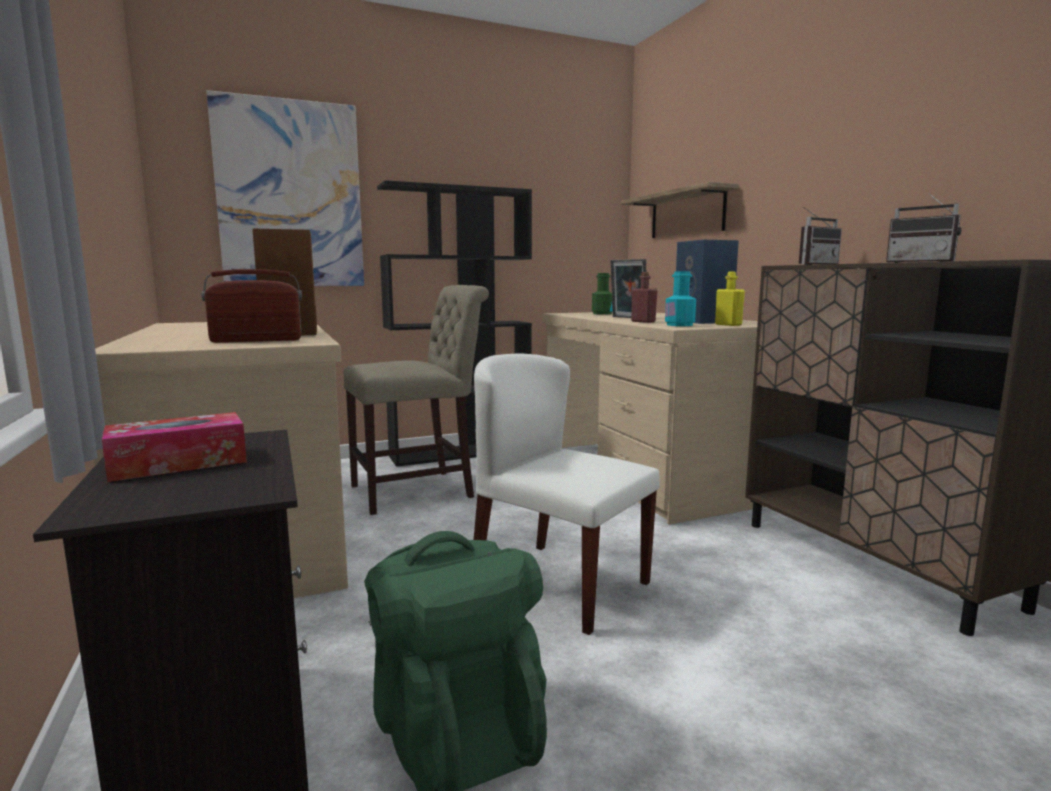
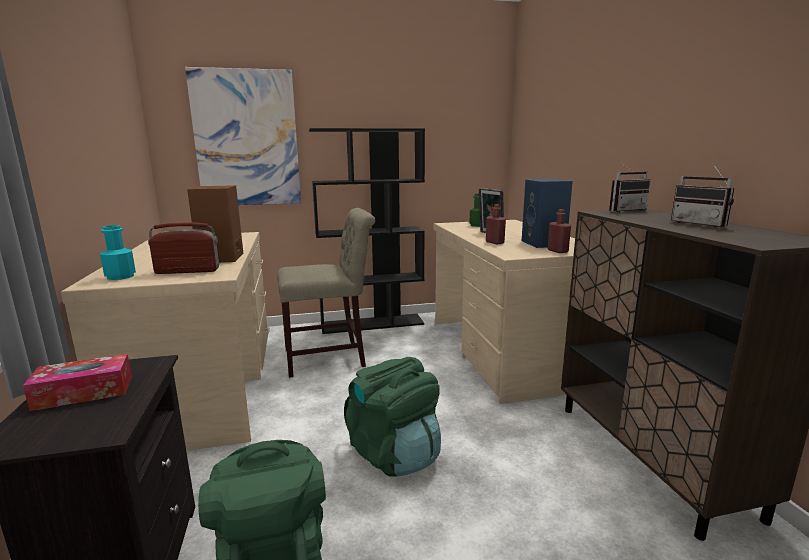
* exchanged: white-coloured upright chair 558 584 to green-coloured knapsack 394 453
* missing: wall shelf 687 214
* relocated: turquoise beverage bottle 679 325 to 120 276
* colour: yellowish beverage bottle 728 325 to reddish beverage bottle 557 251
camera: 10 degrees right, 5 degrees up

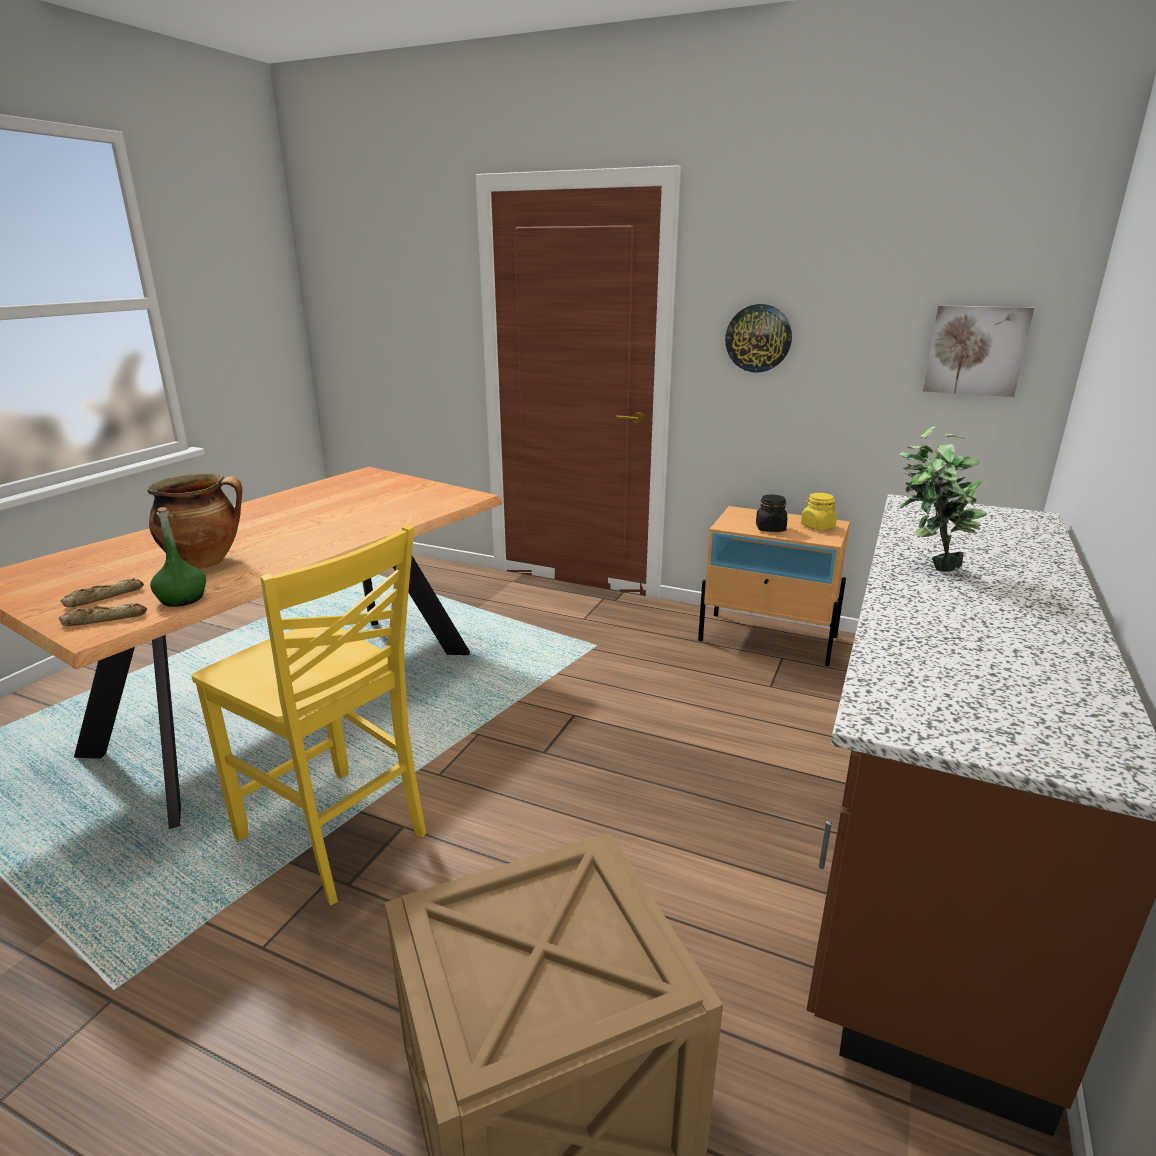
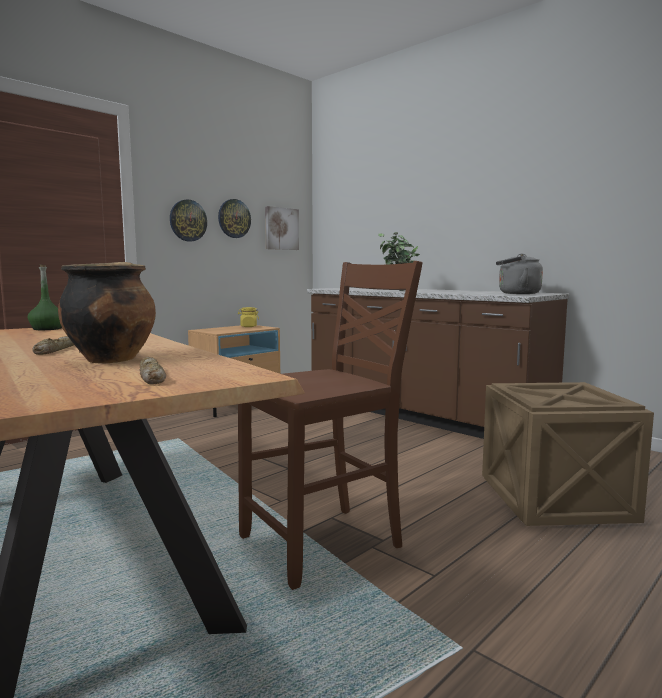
* relocated: bakery bread 105 619 to 55 350
* relocated: green-coloured beverage bottle 182 599 to 47 329
* colour: yellowish upright chair 335 836 to brown upright chair 325 543
* missing: blackish preserve jar 770 528
* appeared: wall clock 234 218
* appeared: greyish water kettle 516 293
camera: 70 degrees left, 15 degrees down

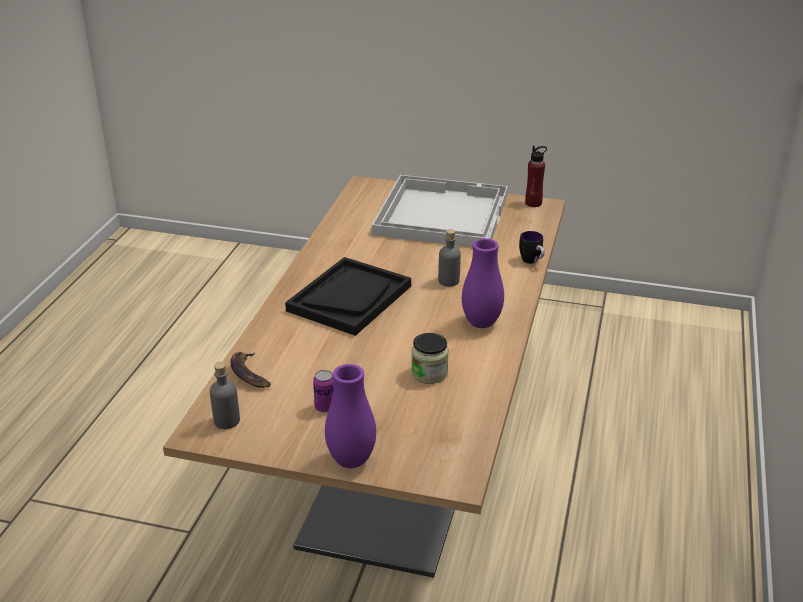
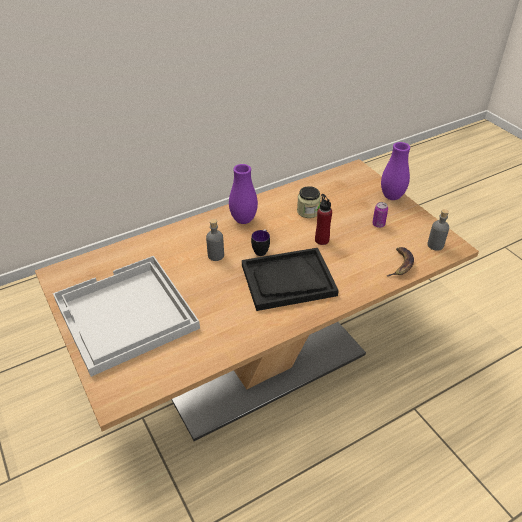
* relocated: coffee mug 532 262 to 261 250
* relocated: reddish beverage bottle 533 203 to 322 240
camera: 135 degrees left, 10 degrees up

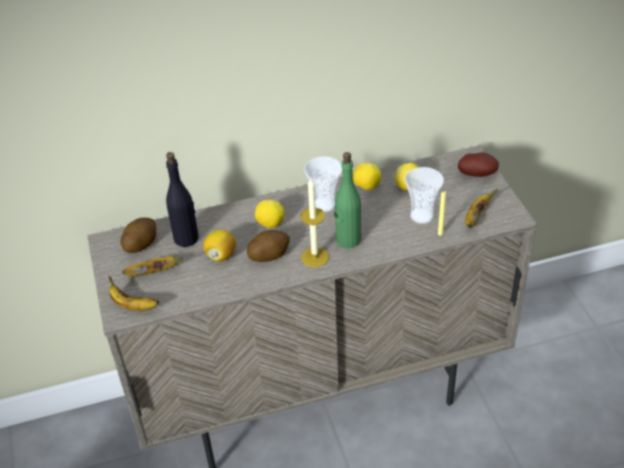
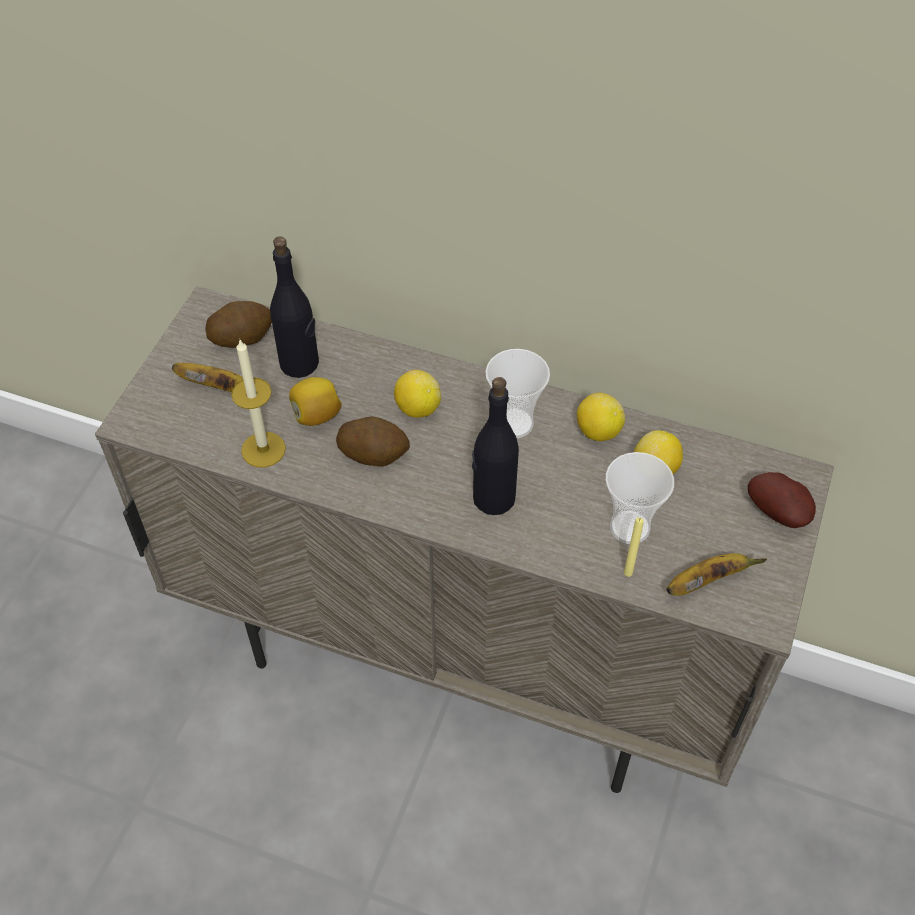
* missing: whole banana 132 305
* relocated: wax candle 315 257 to 263 449
* colour: green-coloured beverage bottle 348 240 to blackish beverage bottle 493 498
camera: 35 degrees right, 10 degrees up

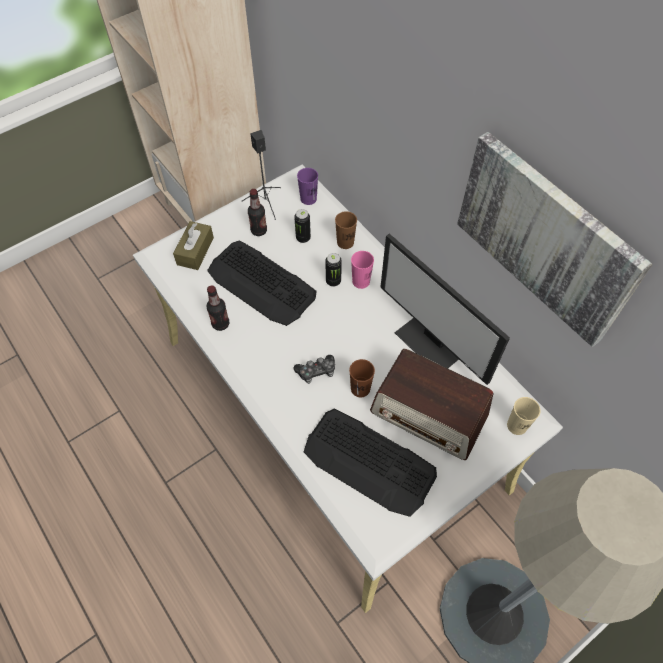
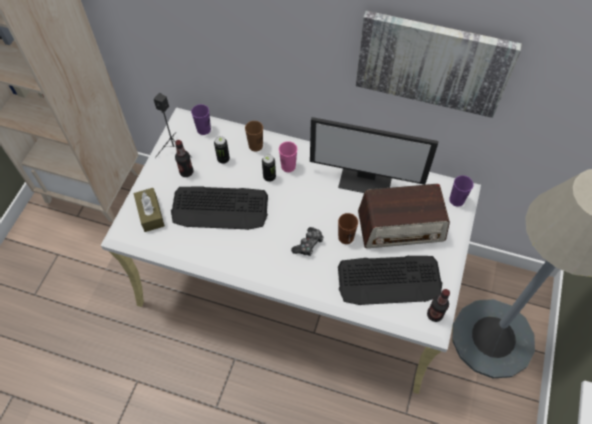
* relocated: beverage bottle 220 324 to 434 315
* colour: sand-coloured cup 517 425 to purplish cup 456 200
camera: 35 degrees left, 0 degrees up

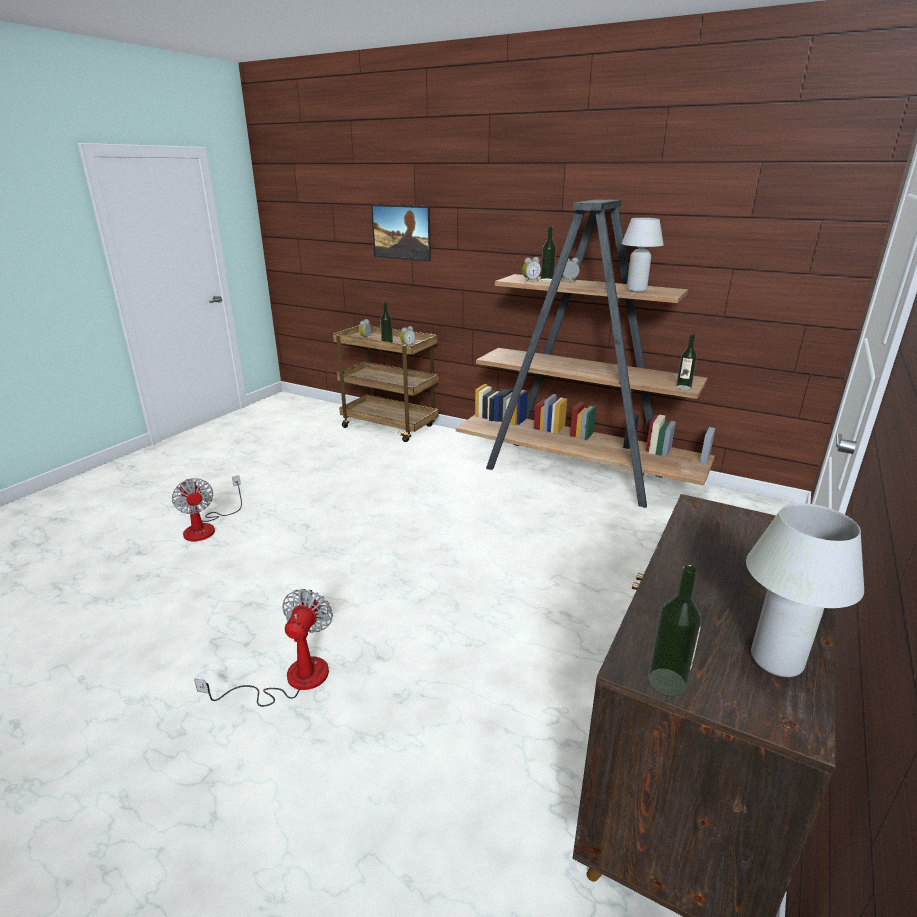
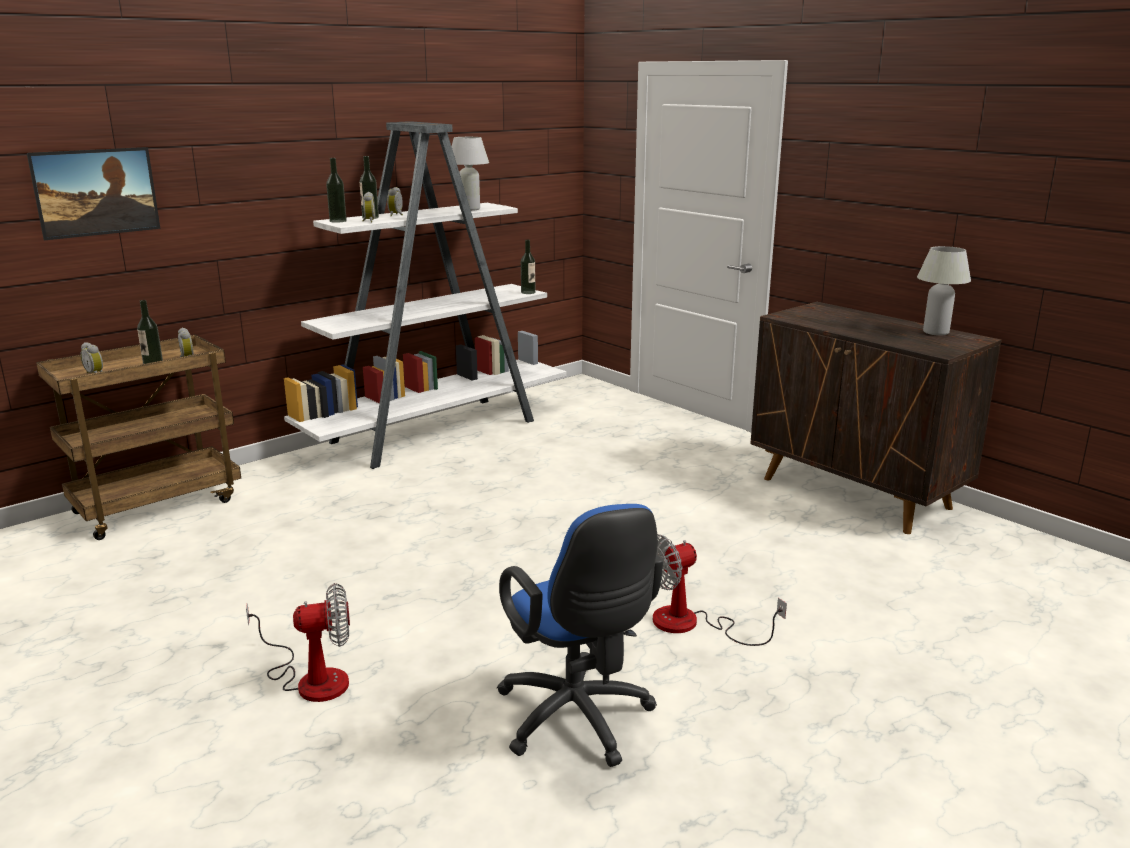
* spun: electric fan 291 679 = 691 624 60 degrees counterclockwise
* colour: brown shelving unit 576 473 to white-coloured shelving unit 437 431
* relocated: beverage bottle 667 682 to 338 221
* appeared: bluish office chair 578 721
camera: 70 degrees left, 5 degrees down

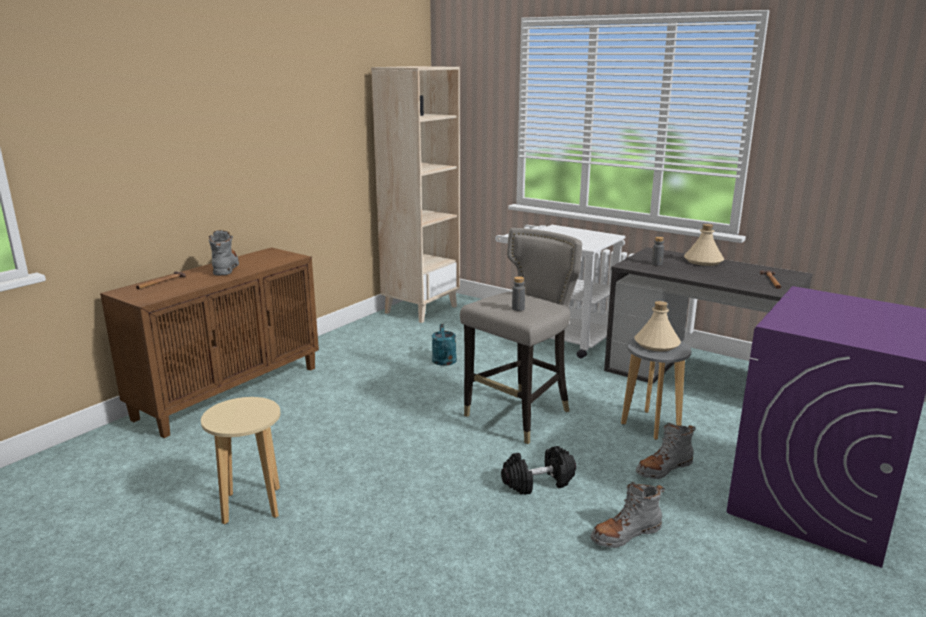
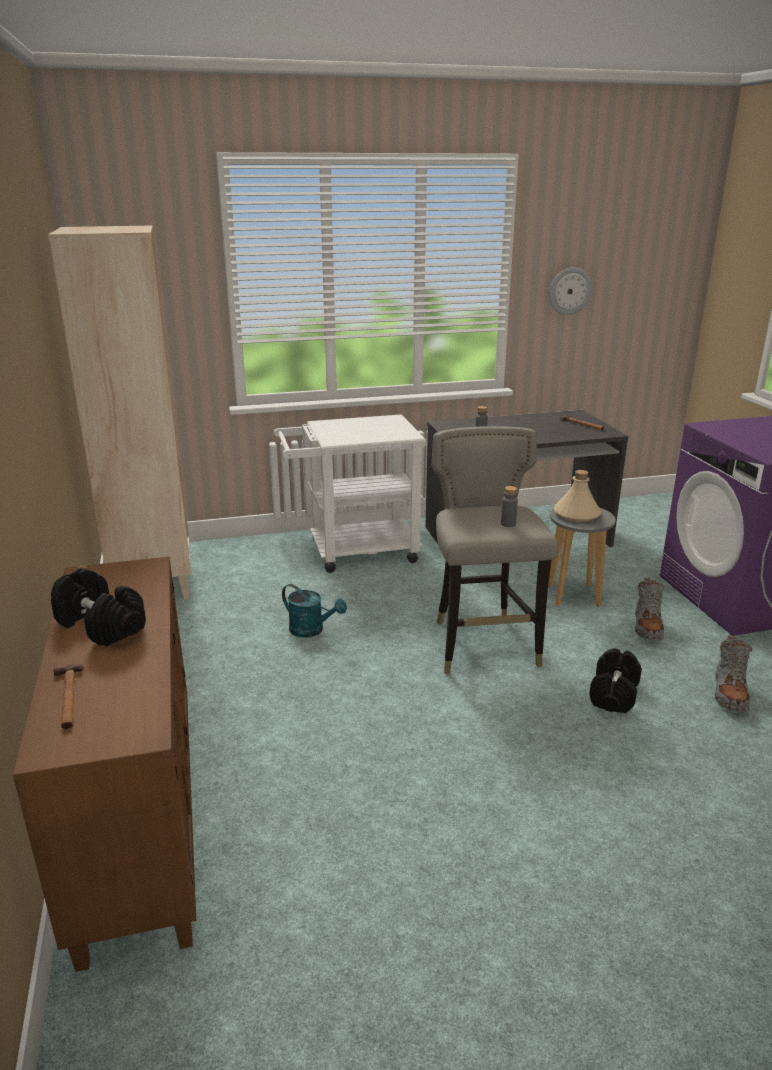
* missing: sand-coloured stool 252 505
* exchanged: greyish tall boot 225 268 to blackish free weight 100 626
* missing: sand-coloured beverage bottle 703 261
* appeared: wall clock 569 291
camera: 50 degrees left, 5 degrees up

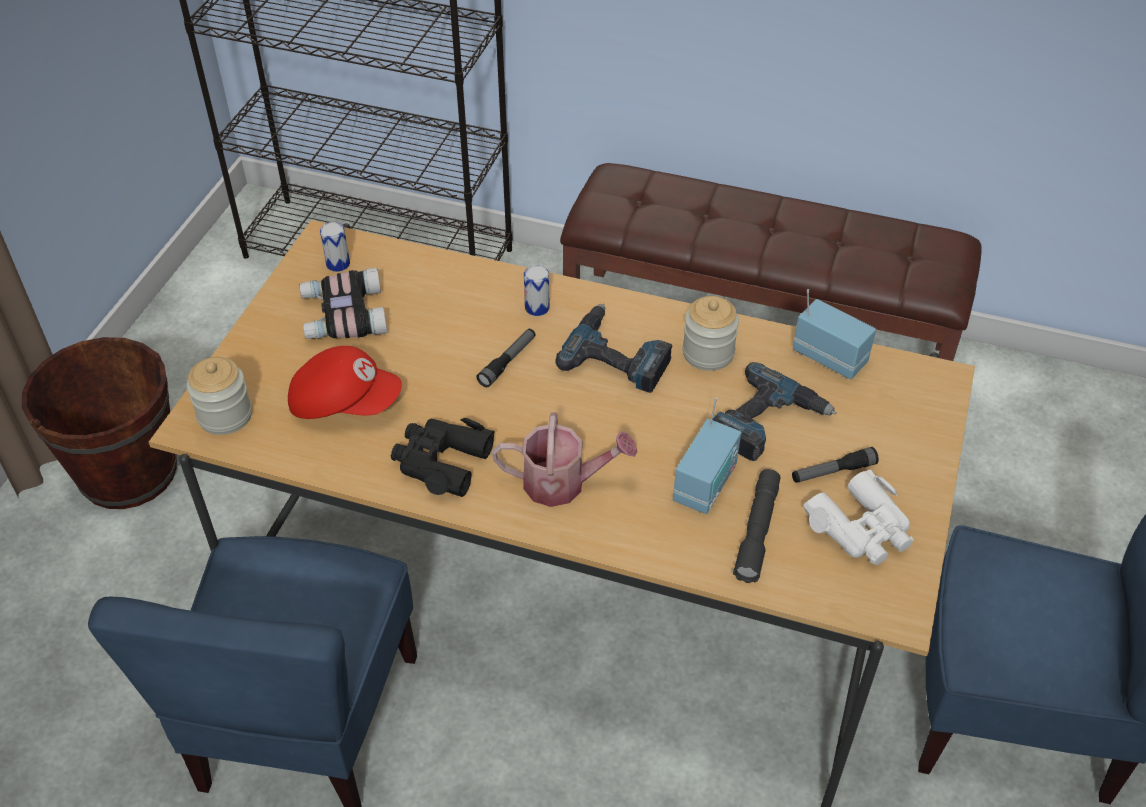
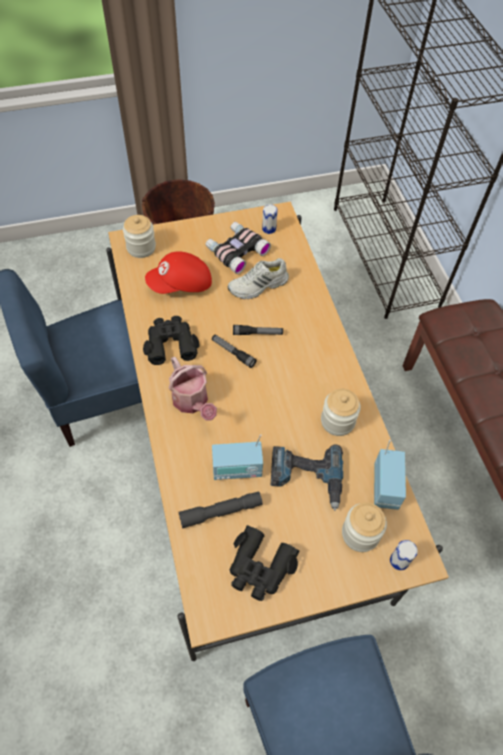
* spun: reddish cap 345 402 = 181 285 90 degrees clockwise
* relocated: can 537 308 to 399 560
* missing: electric drill 618 355
* relocated: hand torch 833 472 to 233 353
* colour: white-coloured binoculars 861 528 to blackish binoculars 260 567
* appeared: white-coloured low shoe 258 286
* appeared: preserve jar 360 534
camera: 55 degrees right, 10 degrees up

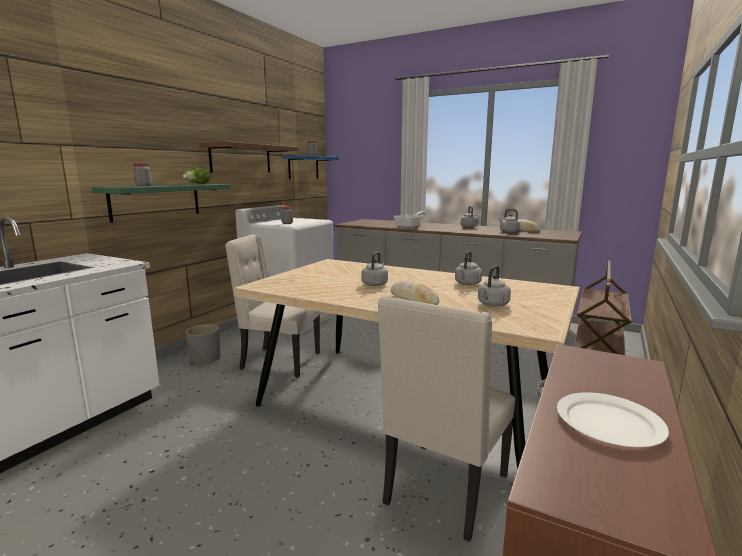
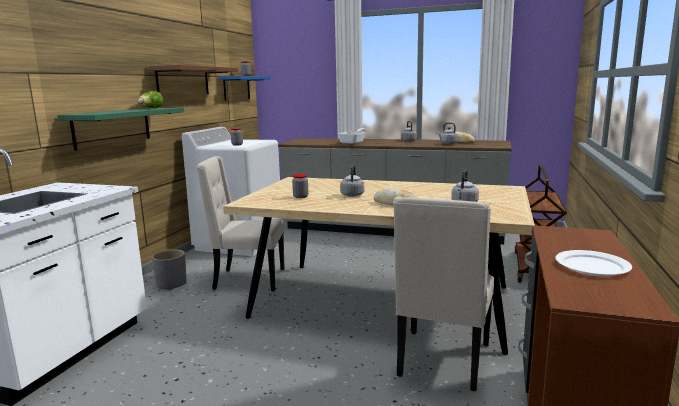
* relocated: preserve jar 143 186 to 300 197
* missing: greyish water kettle 467 284
camera: 10 degrees left, 0 degrees up

